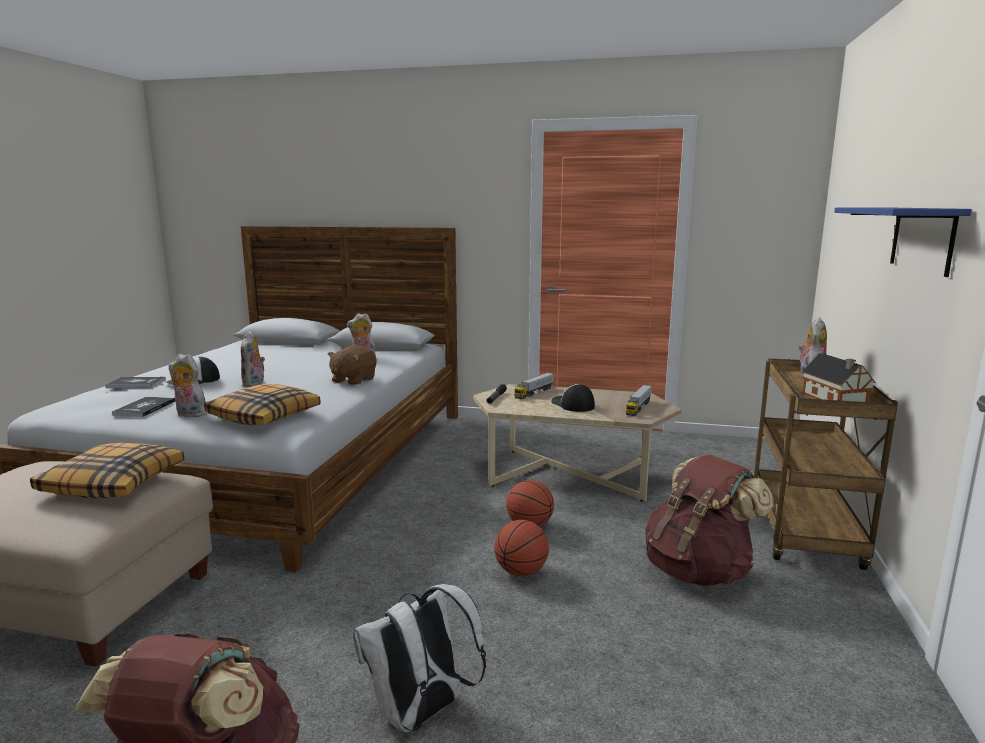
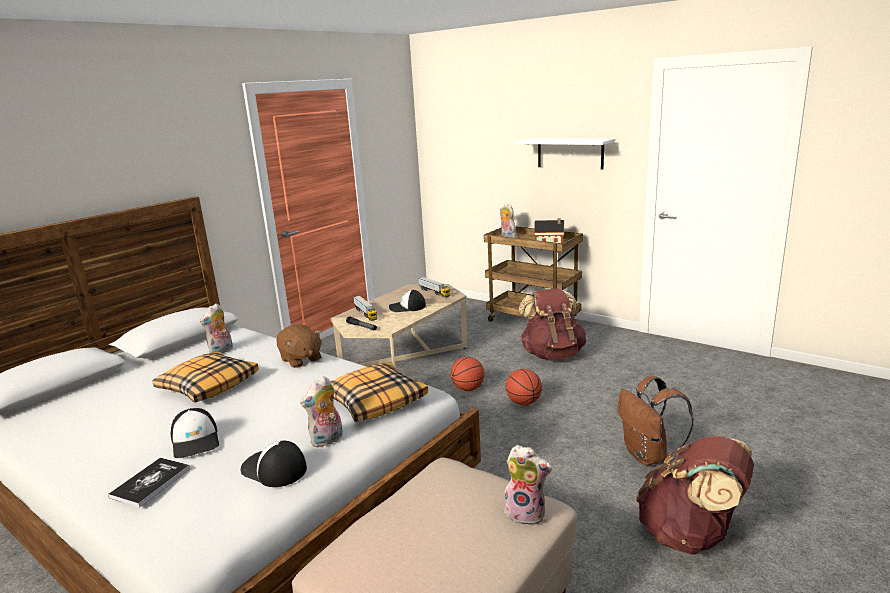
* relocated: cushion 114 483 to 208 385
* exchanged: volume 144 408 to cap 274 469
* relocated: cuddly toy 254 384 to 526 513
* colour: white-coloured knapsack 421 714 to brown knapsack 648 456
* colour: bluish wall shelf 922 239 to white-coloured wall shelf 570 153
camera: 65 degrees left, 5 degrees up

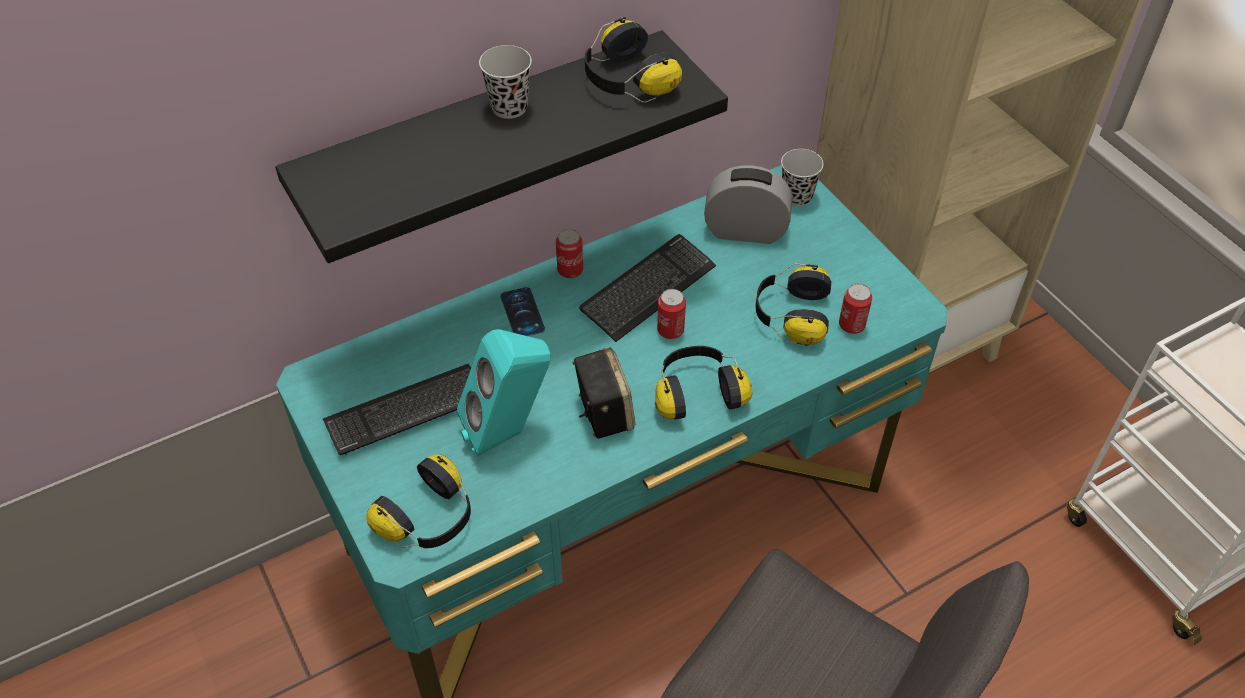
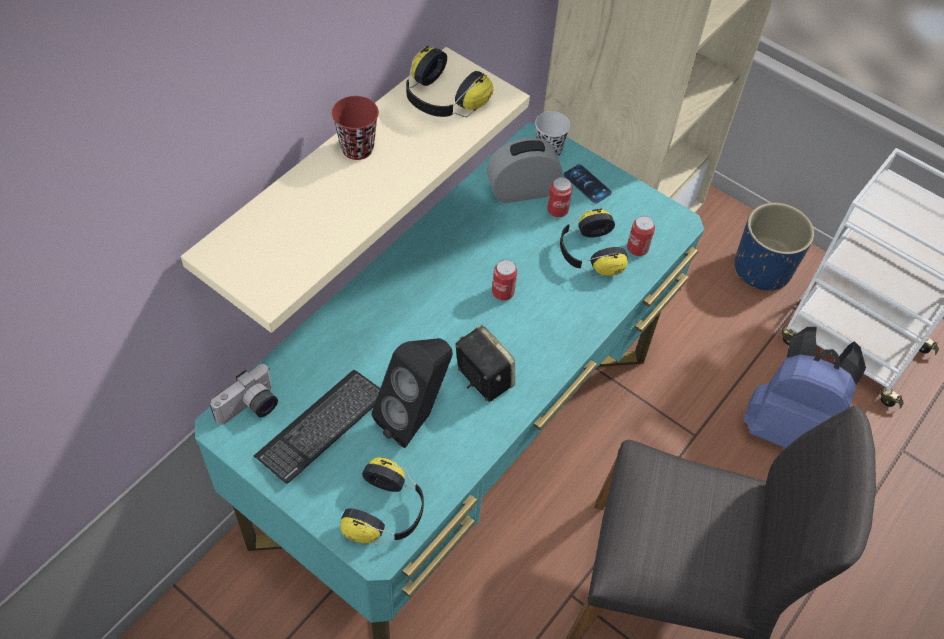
* colour: blackish wall shelf 484 137 to sand-coloured wall shelf 327 176
* colour: turquoise audio speaker 509 432 to blackish audio speaker 416 417
* colour: blackish cup 509 107 to reddish cup 357 148
* relocated: handset 522 313 to 587 184
* relocated: can 570 270 to 557 210
* missing: PC keyboard 648 289
* missing: headset 697 392
* appeared: photo camera 250 409
* appeared: bluish flower pot 762 269
* appeared: bluish knapsack 788 426
camera: 25 degrees left, 5 degrees up

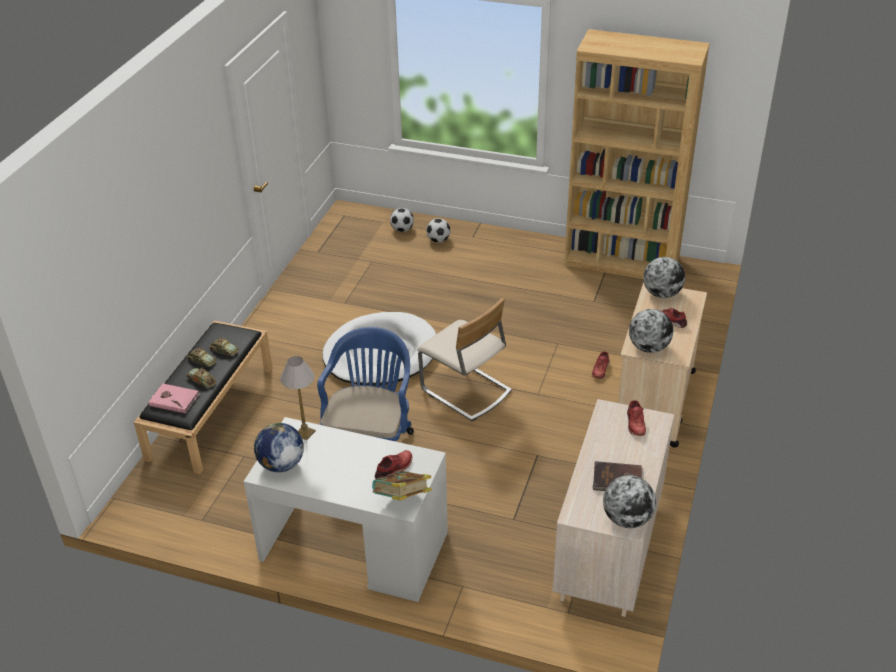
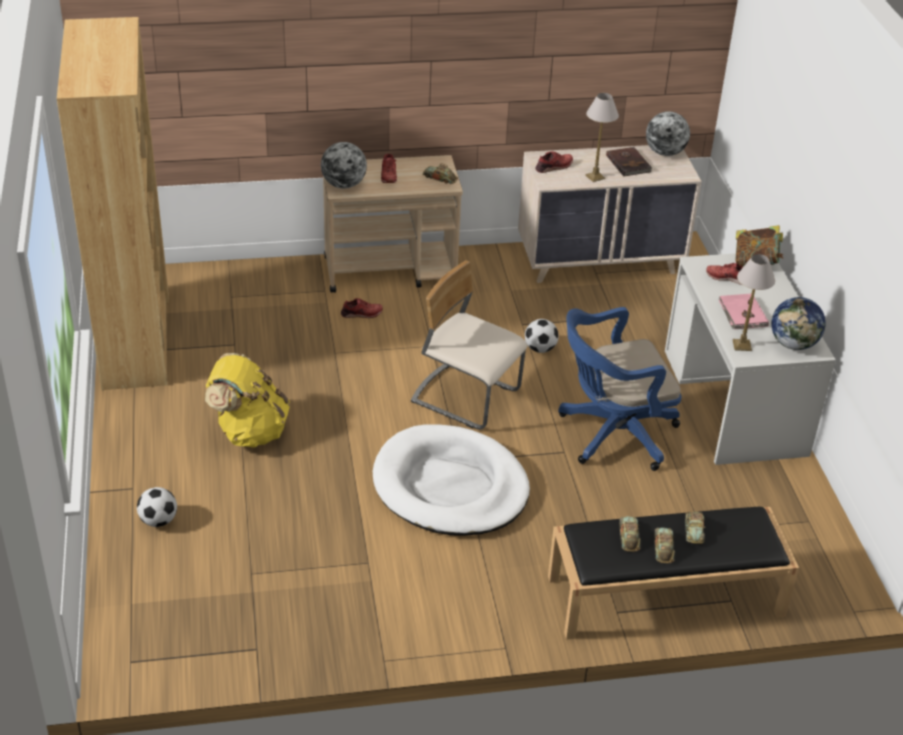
* relocated: pinkish volume 174 399 to 742 314
* relocated: football ball 402 230 to 540 349
* spun: sand-coloured upright chair 465 391 = 466 397 75 degrees counterclockwise
* exchanged: desk globe 648 347 to miniature car 440 178
* appeared: yellowish knapsack 249 431
* appeared: table lamp 595 177
camera: 120 degrees left, 0 degrees up

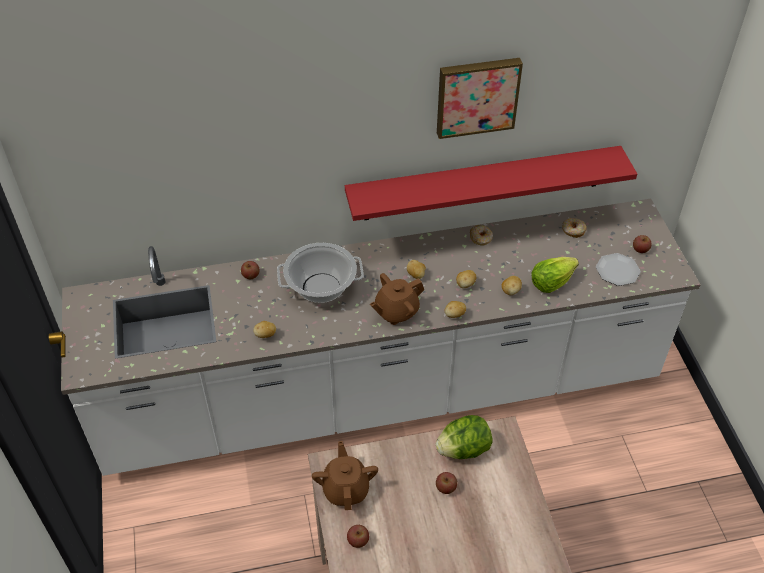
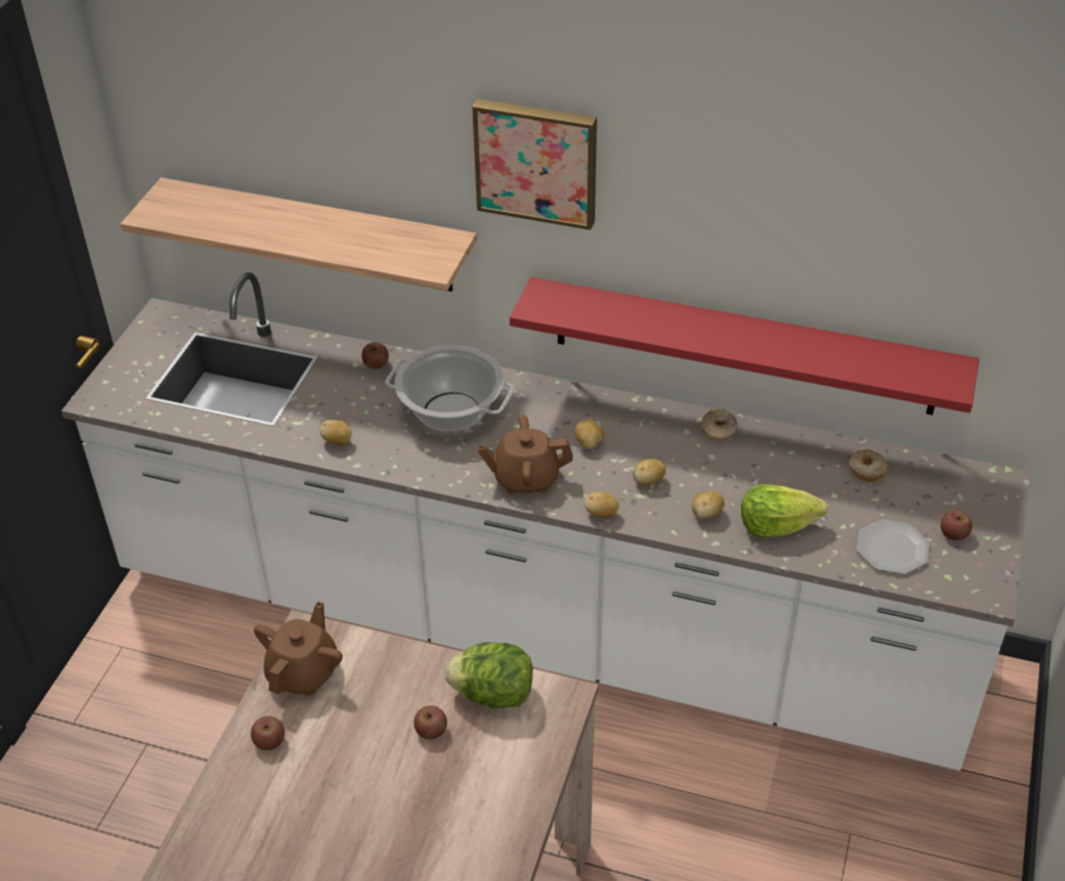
* relocated: wall art 477 96 to 537 161
* appeared: wall shelf 318 235
camera: 30 degrees right, 5 degrees down

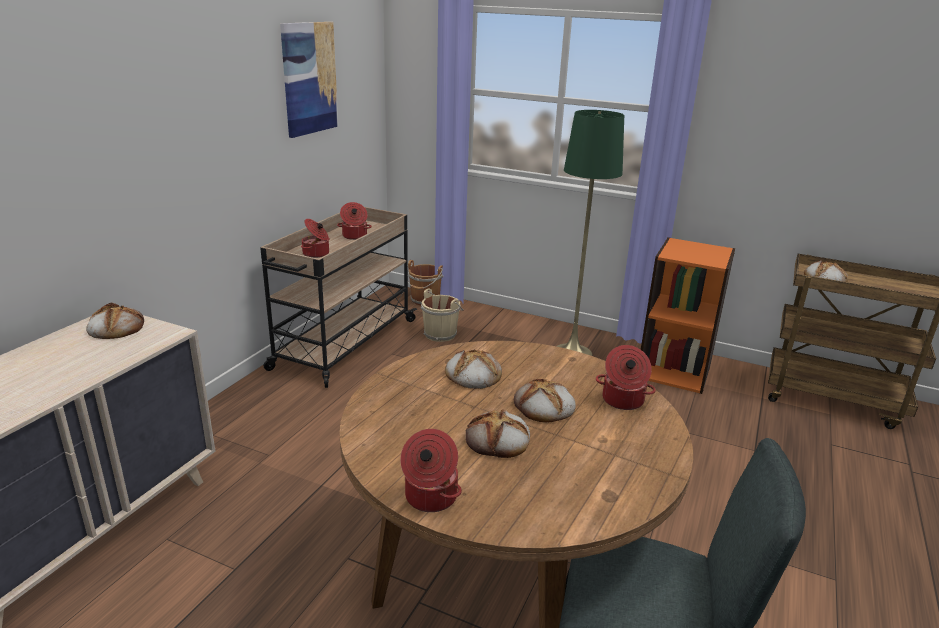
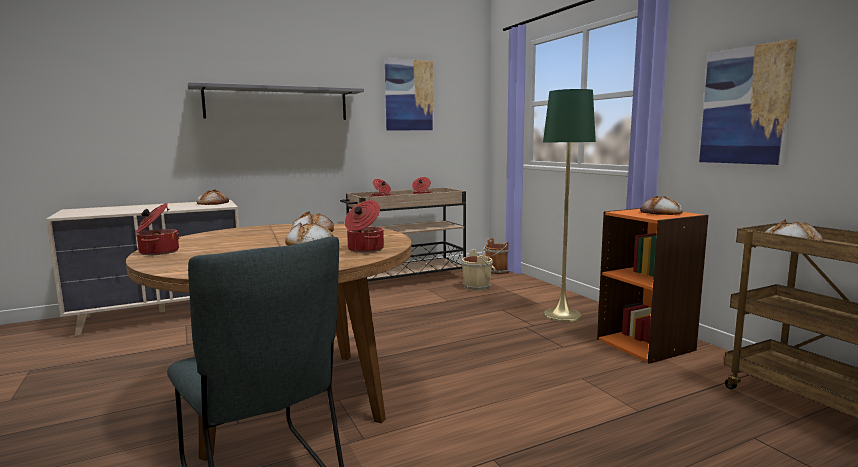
* relocated: bakery bread 498 440 to 661 212
* appeared: greyish wall shelf 277 103
* appeared: wall art 745 106
camera: 40 degrees right, 15 degrees down

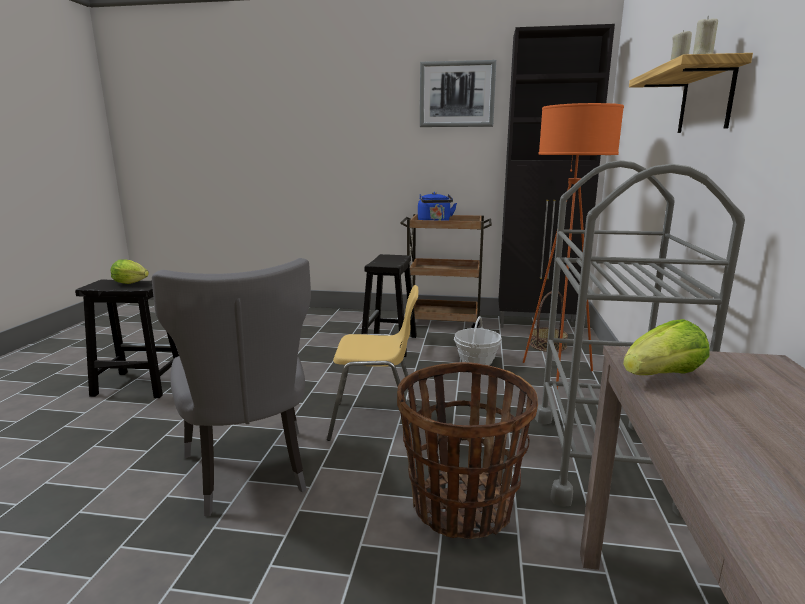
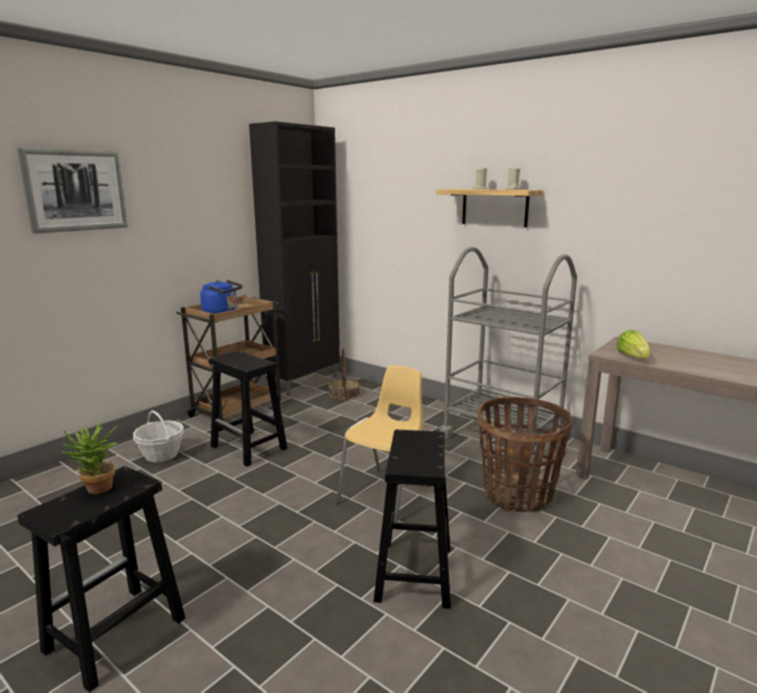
* exchanged: lettuce 132 283 to houseplant 97 490
* exchanged: greyish upright chair 250 473 to blackish stool 414 574
* relocated: wall art 457 94 to 76 190
* relocated: basket 476 361 to 161 455
* missing: orangey standard lamp 556 375
camera: 60 degrees left, 0 degrees up

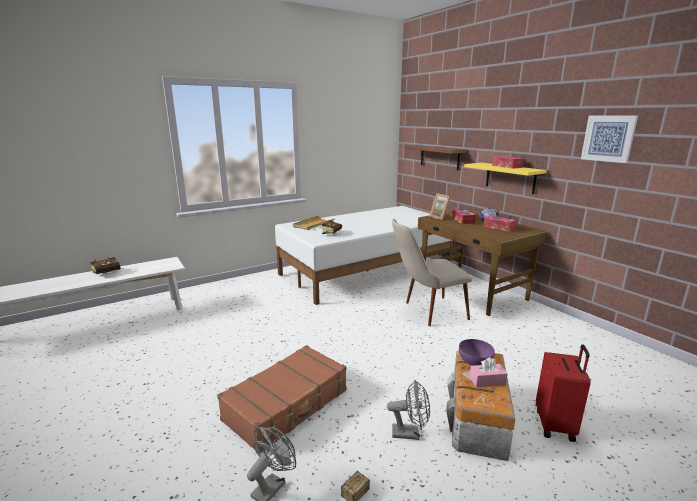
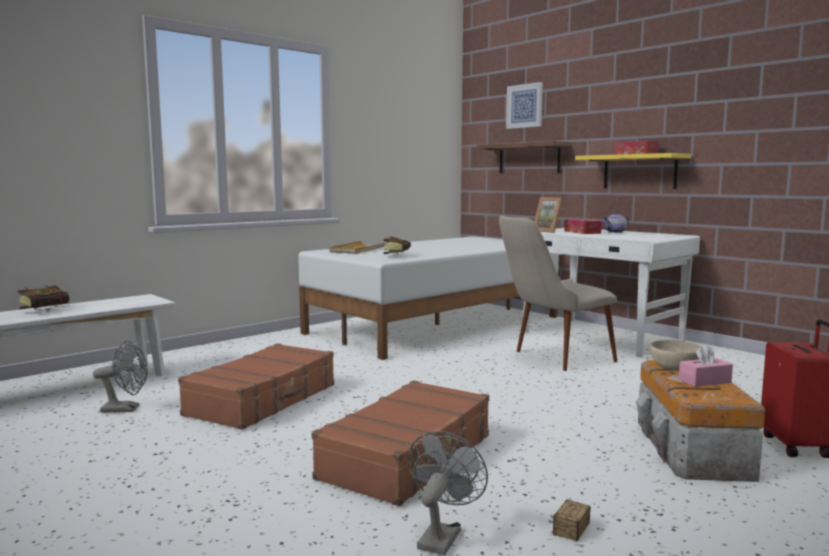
* relocated: greyish electric fan 410 433 to 126 409
* colour: brown desk unit 471 291 to white-coloured desk unit 601 336
* colour: purplish deep dish 475 361 to sand-coloured deep dish 674 367
* missing: tissue holder 499 228
* relocated: wall art 608 138 to 525 106
* appeared: brown piece of luggage 264 400
camera: 10 degrees left, 10 degrees down

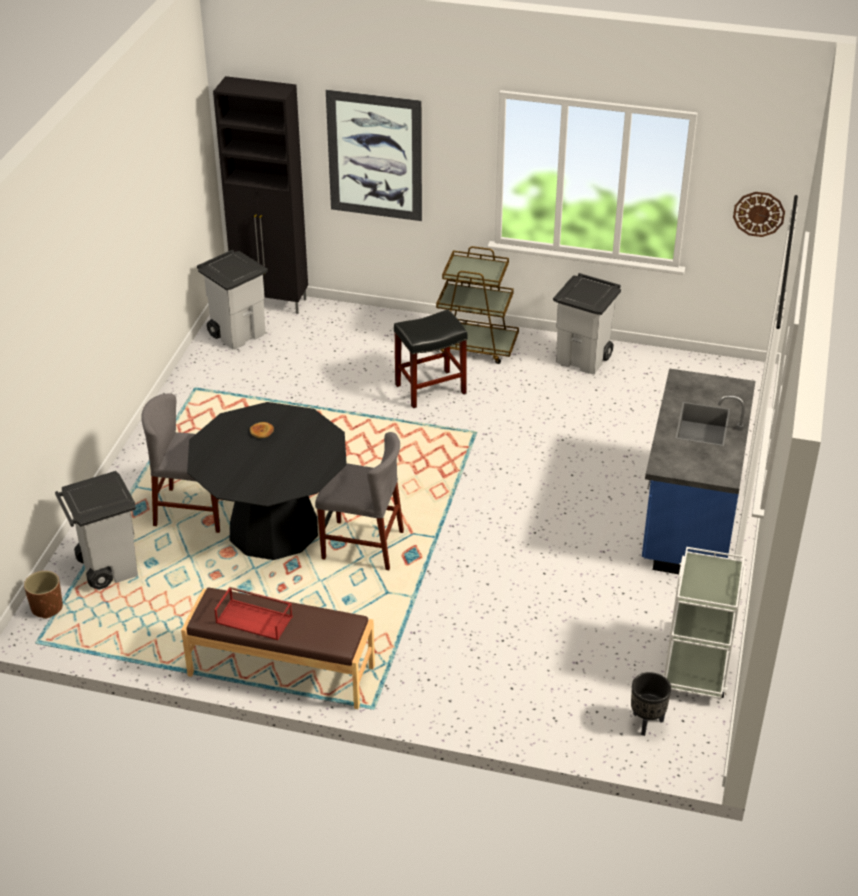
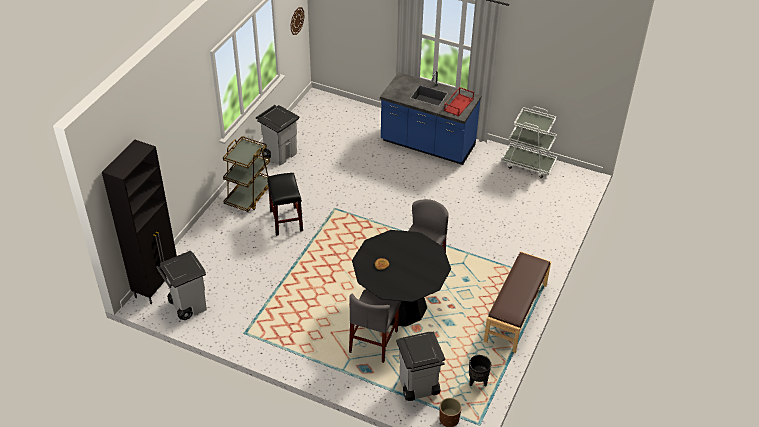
* relocated: reddish carrying tray 255 619 to 458 104
* missing: wall art 375 156
* relocated: blackish flower pot 646 723 to 477 382
camera: 80 degrees left, 5 degrees up

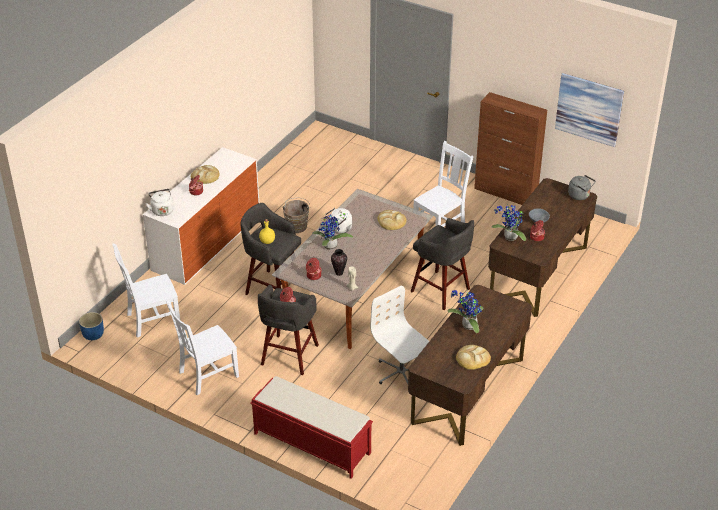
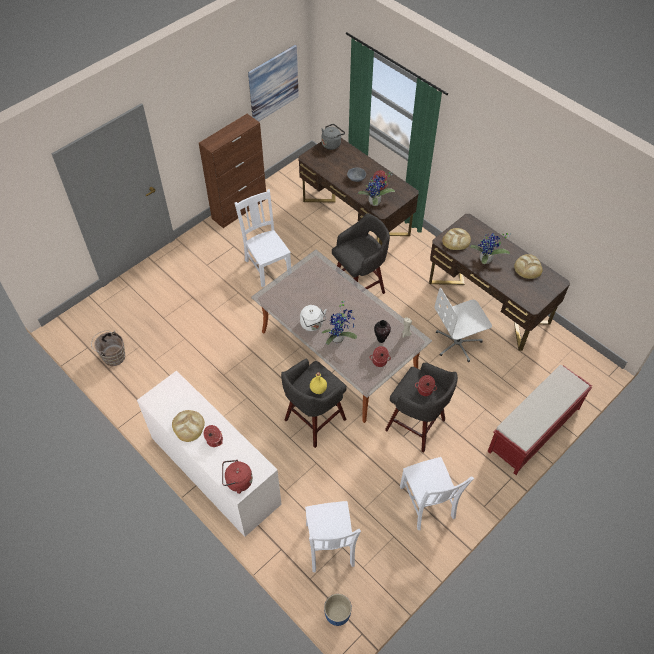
* colour: white-coloured water kettle 162 210 to reddish water kettle 237 481
* relocated: brown pail 297 225 to 112 356
* relocated: bakery bread 391 221 to 456 240
camera: 75 degrees left, 15 degrees up

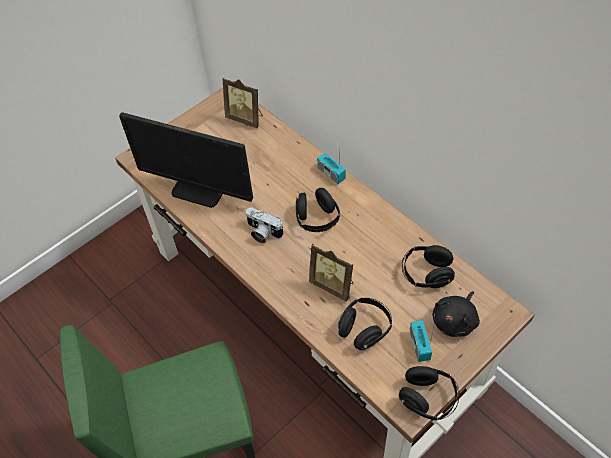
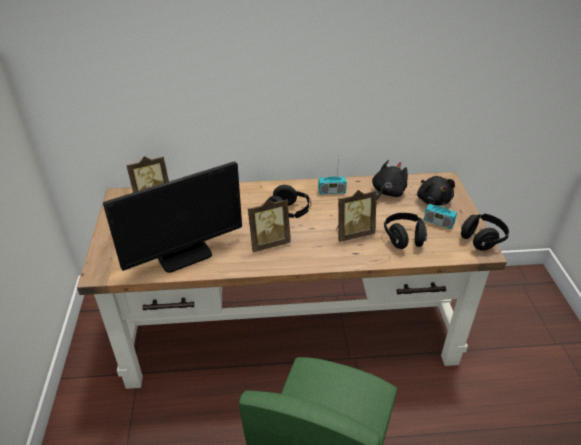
* exchanged: photo camera 262 232 to photo frame 268 243
* relocated: radio 331 174 to 331 191
* exchanged: blackish headset 426 274 to blackish cuddly toy 387 192
camera: 55 degrees left, 15 degrees down

